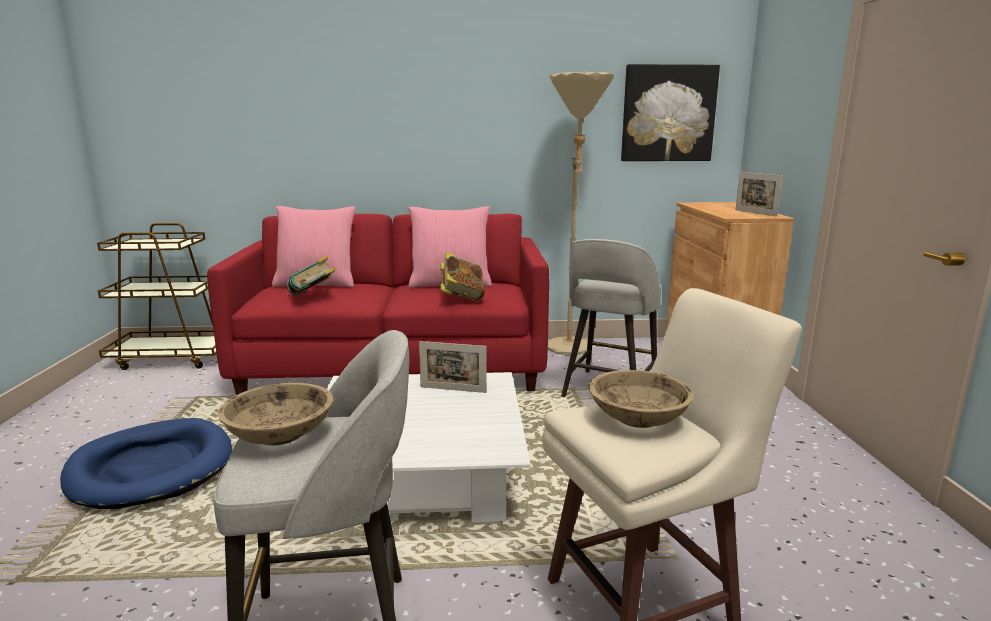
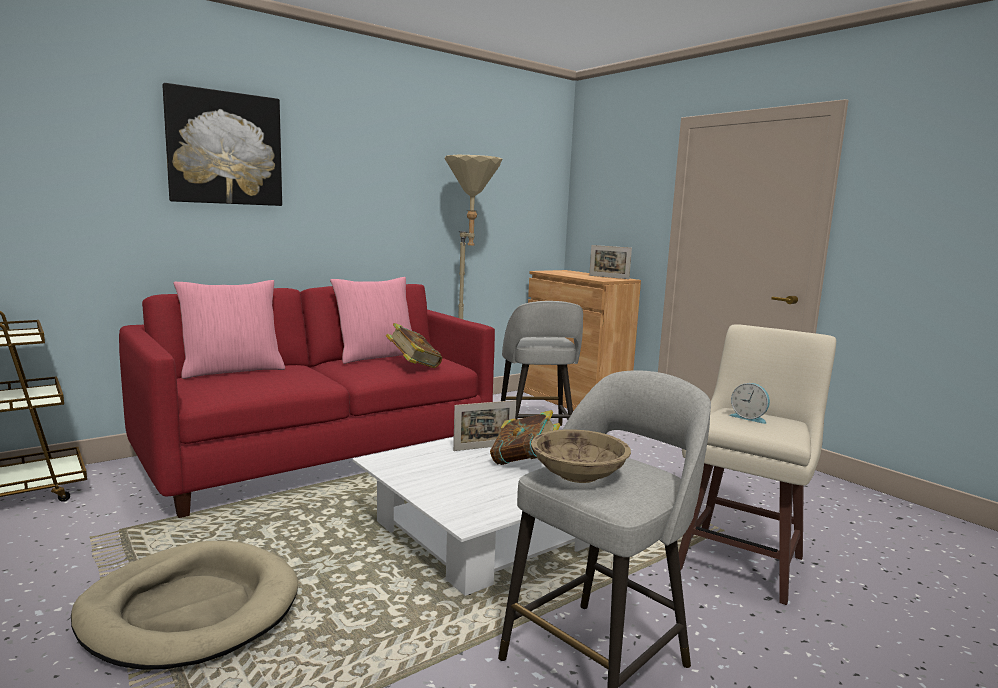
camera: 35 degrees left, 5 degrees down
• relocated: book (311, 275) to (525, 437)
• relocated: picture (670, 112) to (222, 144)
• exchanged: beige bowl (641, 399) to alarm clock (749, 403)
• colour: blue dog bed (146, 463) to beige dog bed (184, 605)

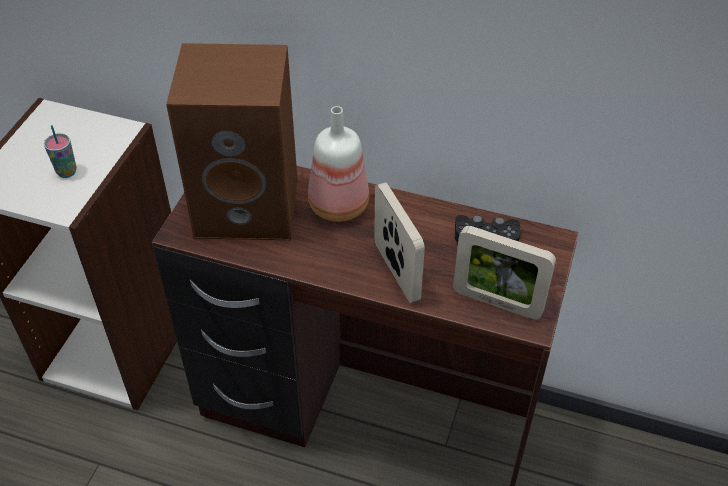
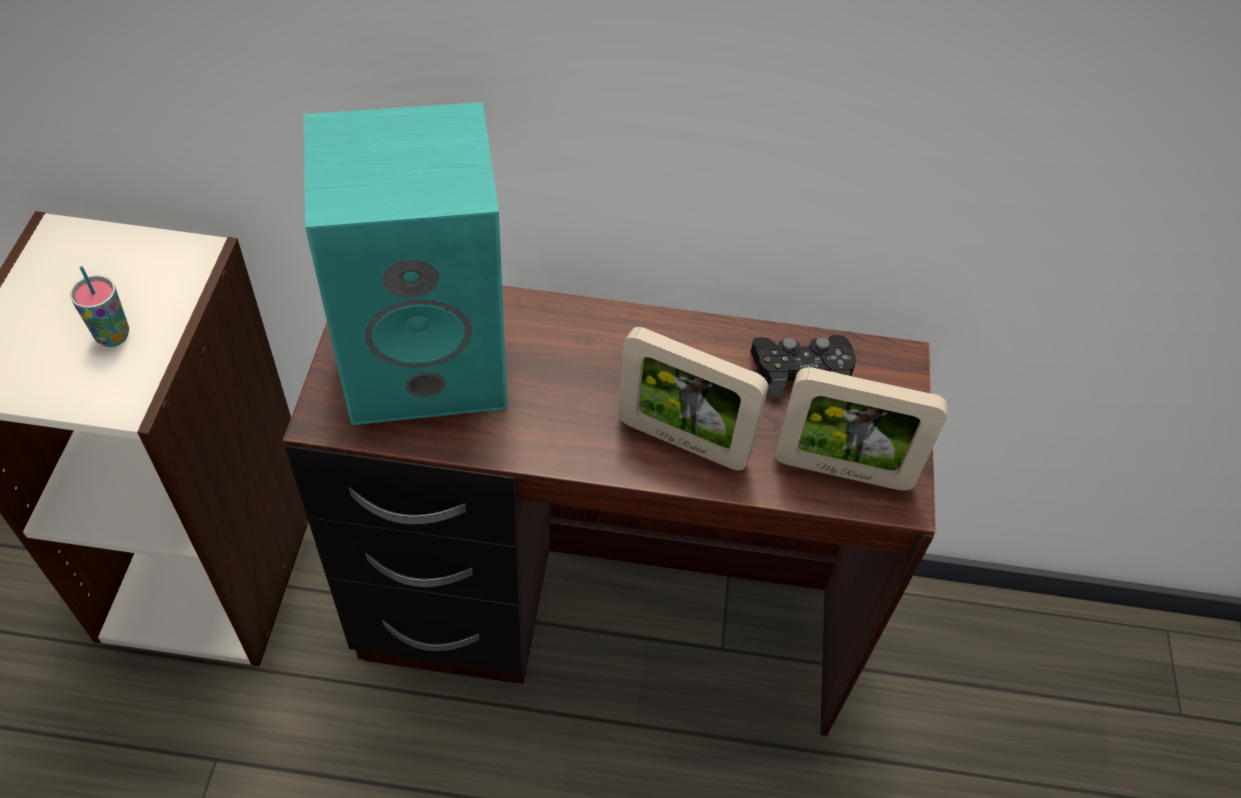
camera: 15 degrees left, 5 degrees up
• missing: bottle (338, 164)
• colour: brown speaker (232, 141) to turquoise speaker (406, 263)
• spun: picture frame (399, 242) = (693, 398) 150 degrees clockwise

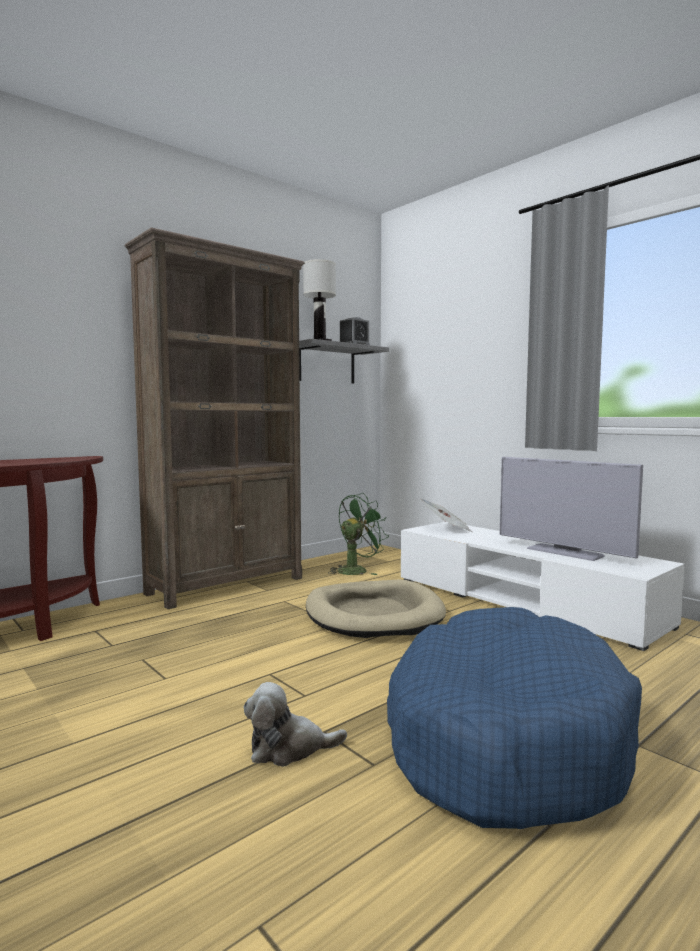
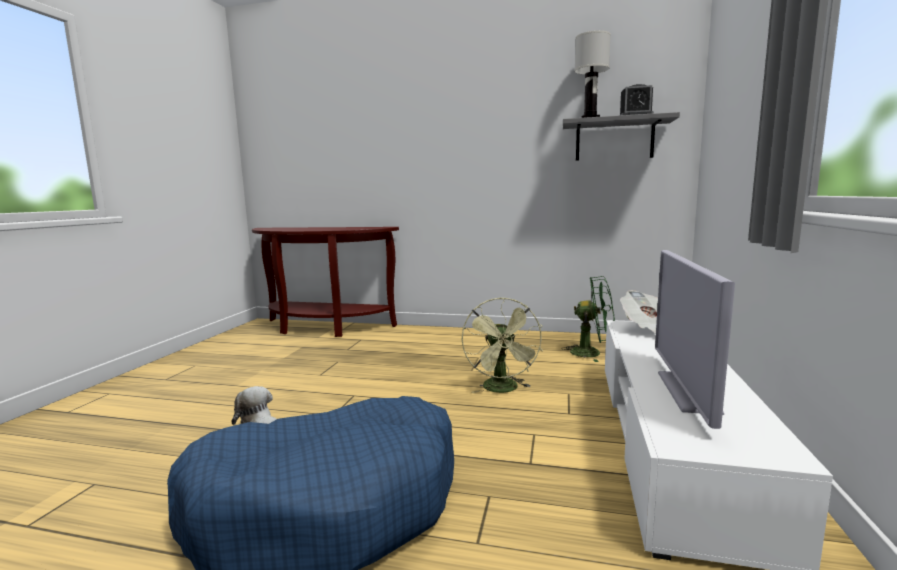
camera: 55 degrees right, 5 degrees up
• missing: brown bookcase (215, 418)
• exchanged: beige dog bed (376, 608) to green fan (502, 345)

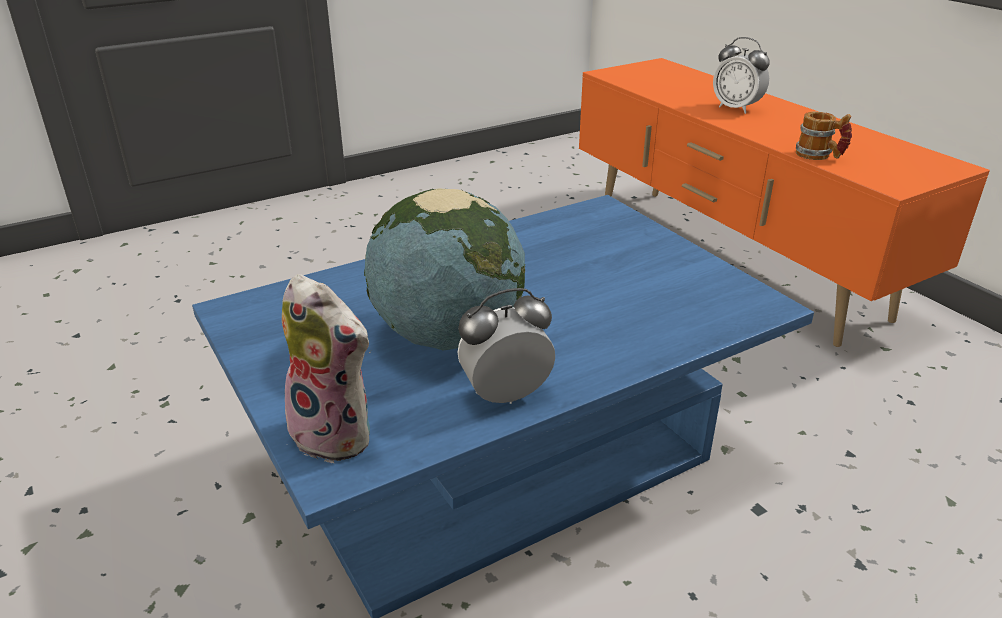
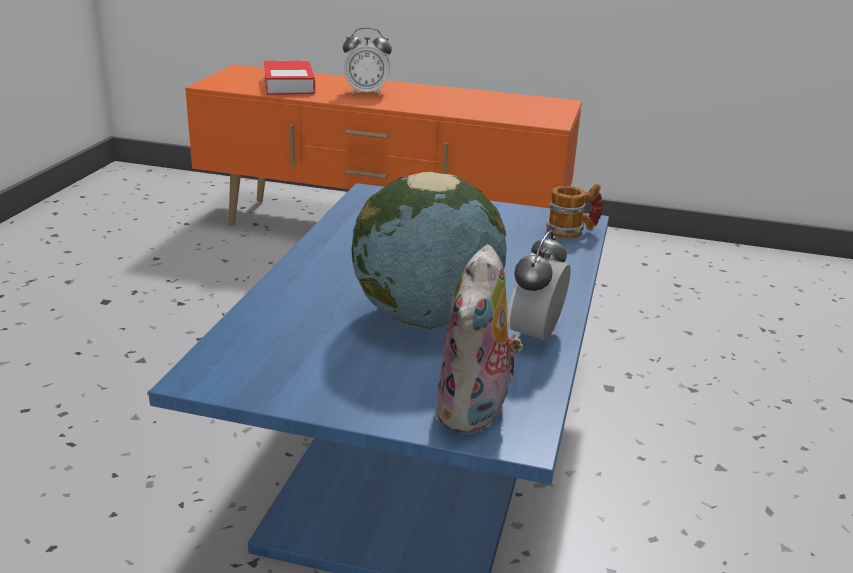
camera: 45 degrees left, 5 degrees down
• appeared: book (289, 78)
• relocated: mug (824, 136) to (574, 211)
• spun: plush toy (324, 368) = (479, 339) 120 degrees clockwise

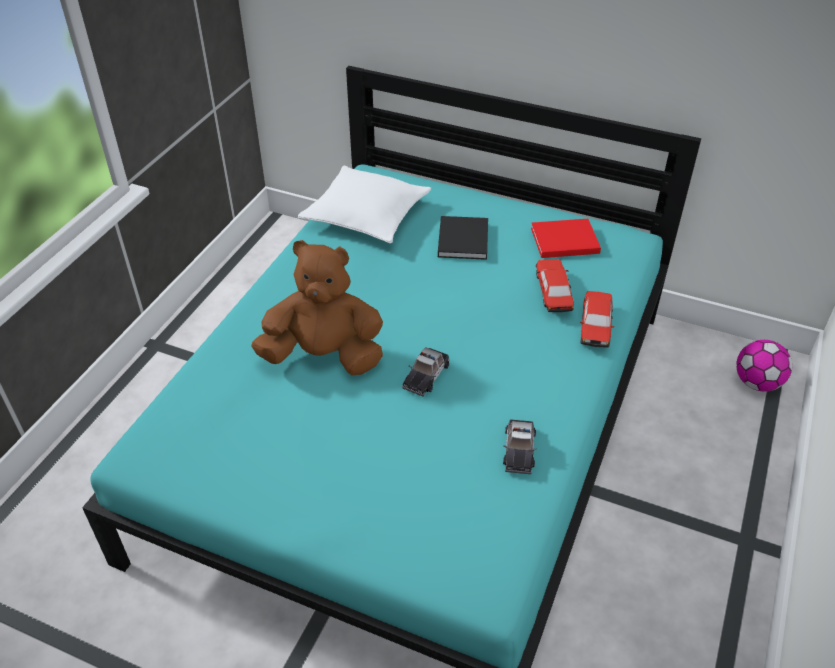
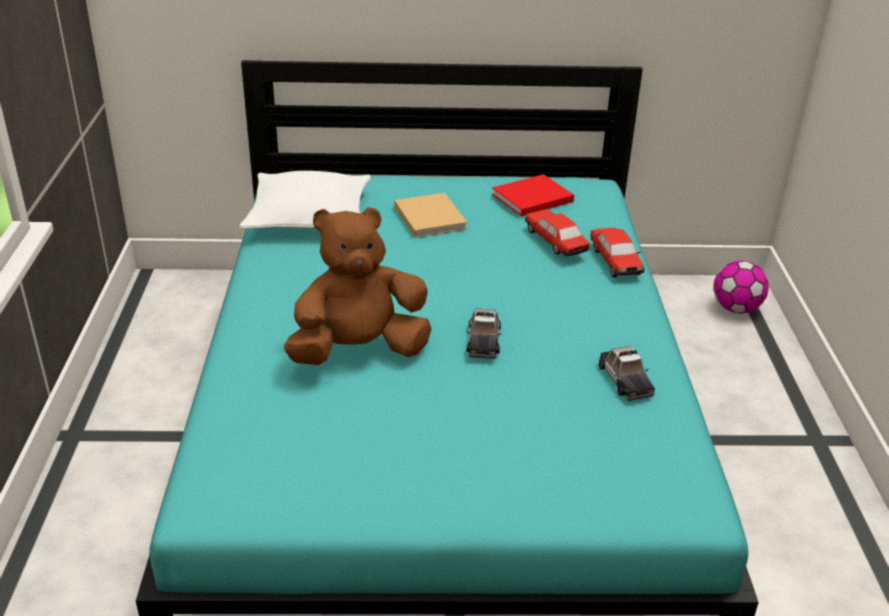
camera: 25 degrees left, 10 degrees down
• colour: black book (463, 238) to beige book (430, 215)

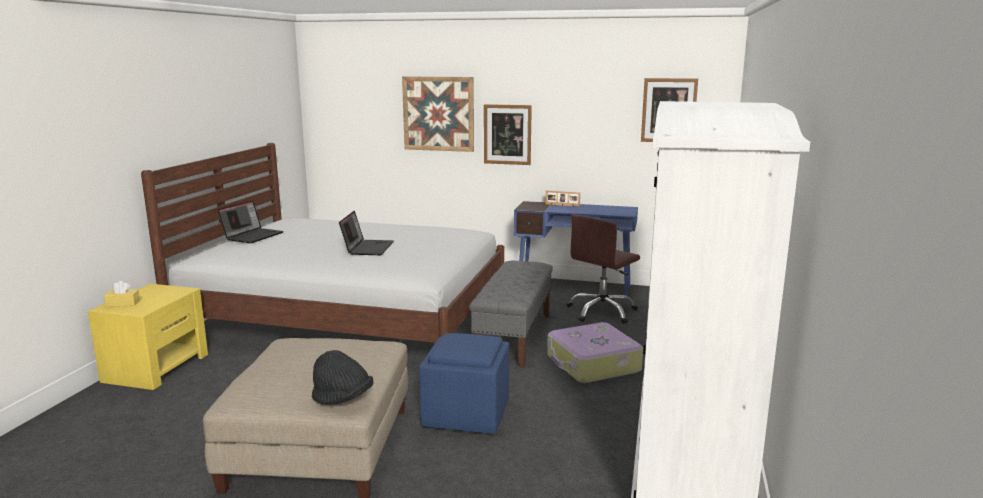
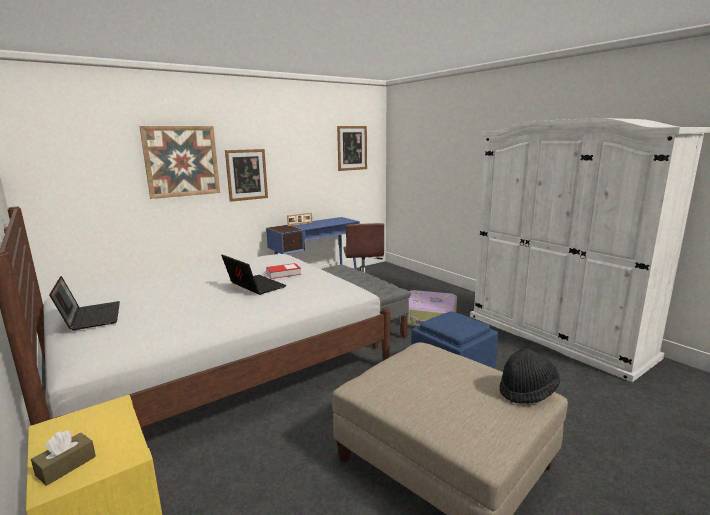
camera: 50 degrees left, 0 degrees up
• appeared: book (283, 271)
• colour: yellow tissue box (122, 294) to brown tissue box (63, 458)

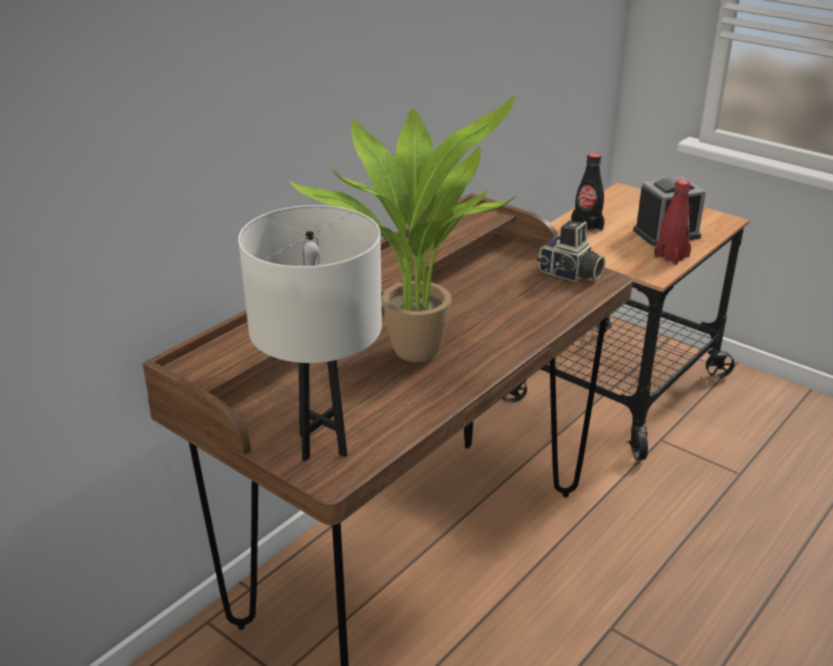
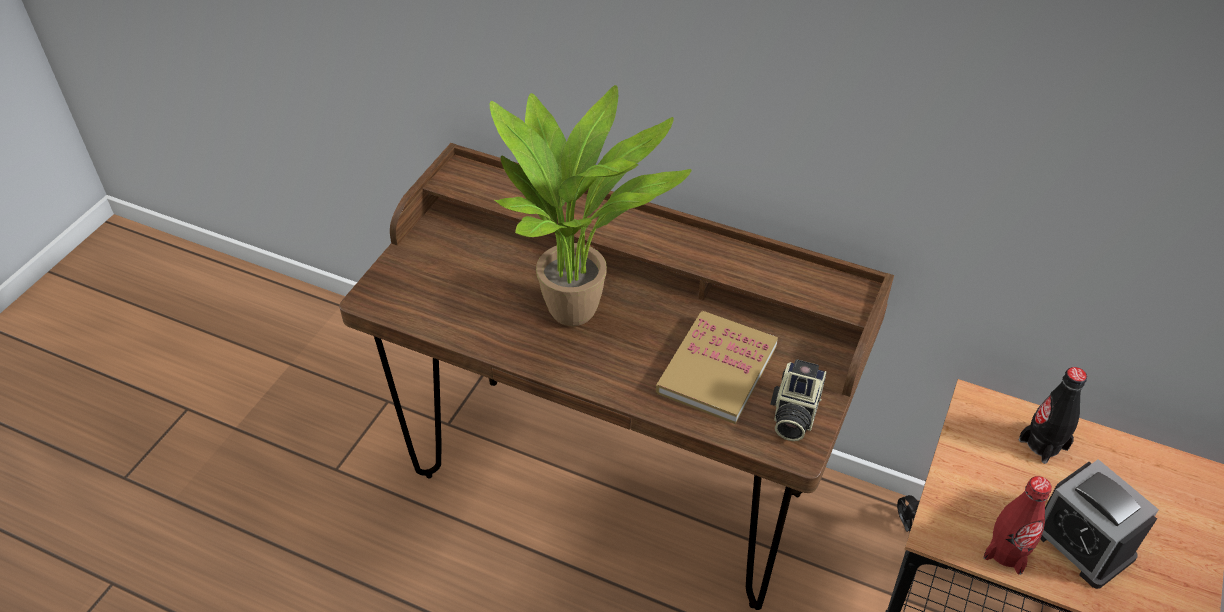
camera: 75 degrees right, 15 degrees up
• missing: white table lamp (310, 333)
• appeared: book (717, 367)

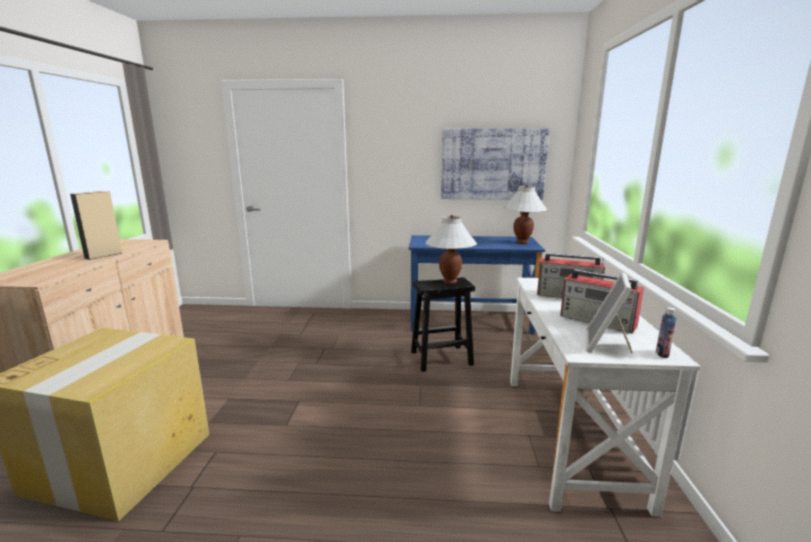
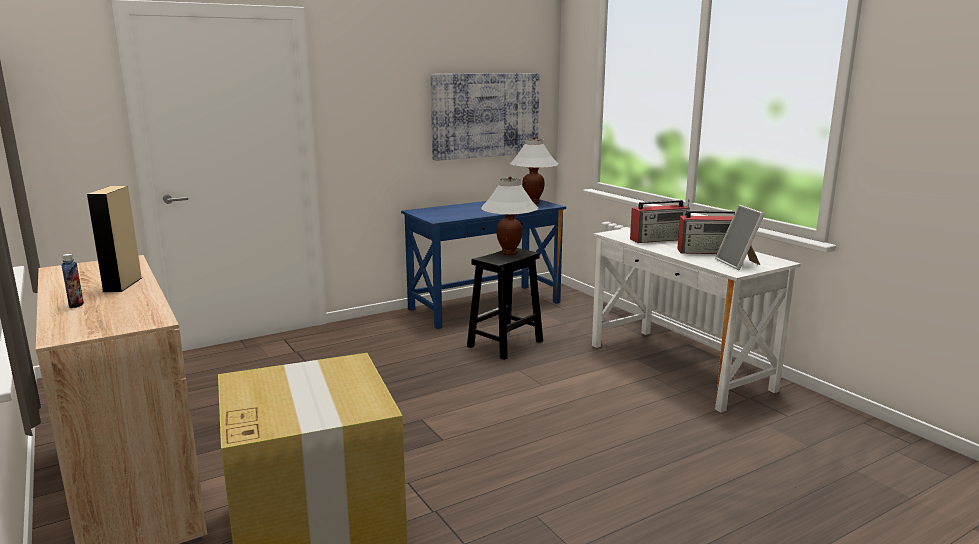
camera: 35 degrees left, 0 degrees up
• relocated: bottle (666, 332) to (72, 281)

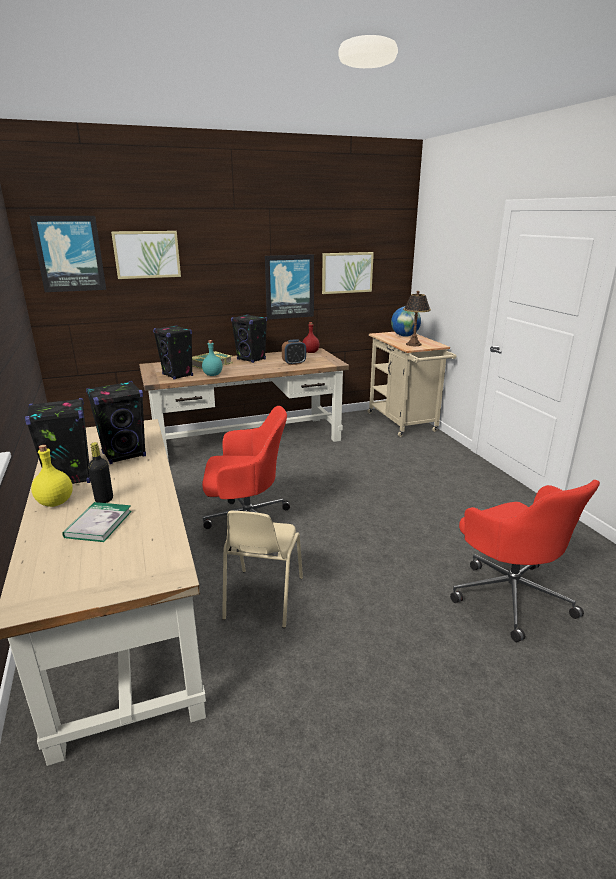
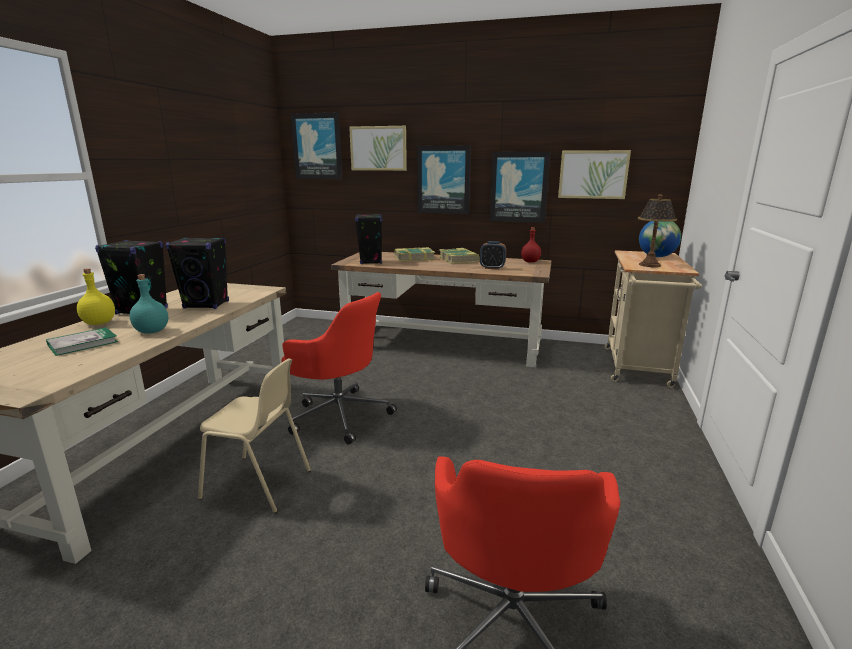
camera: 35 degrees right, 5 degrees down
• missing: black bottle (100, 472)
• appeared: picture (444, 179)
• relocated: turquoise bottle (212, 358) to (148, 304)
• exchanged: black speaker (249, 338) to book (459, 256)
• spun: beige chair (262, 569) = (254, 435) 120 degrees counterclockwise

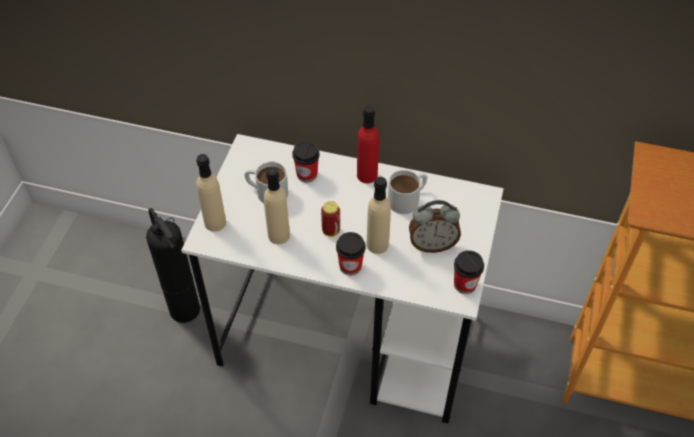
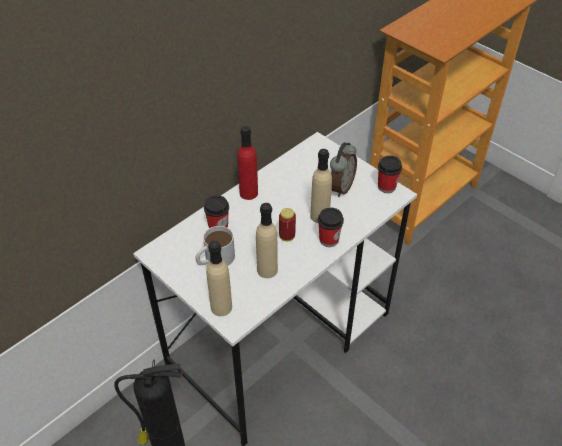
camera: 60 degrees left, 5 degrees down
• missing: white mug (407, 192)

